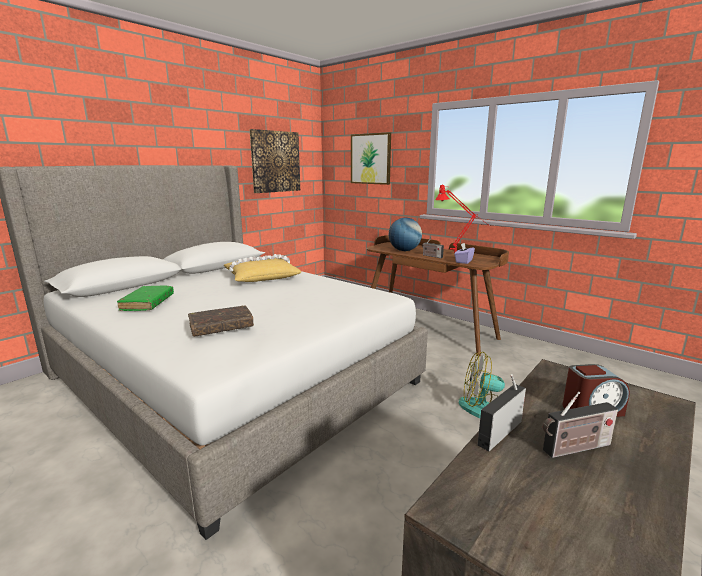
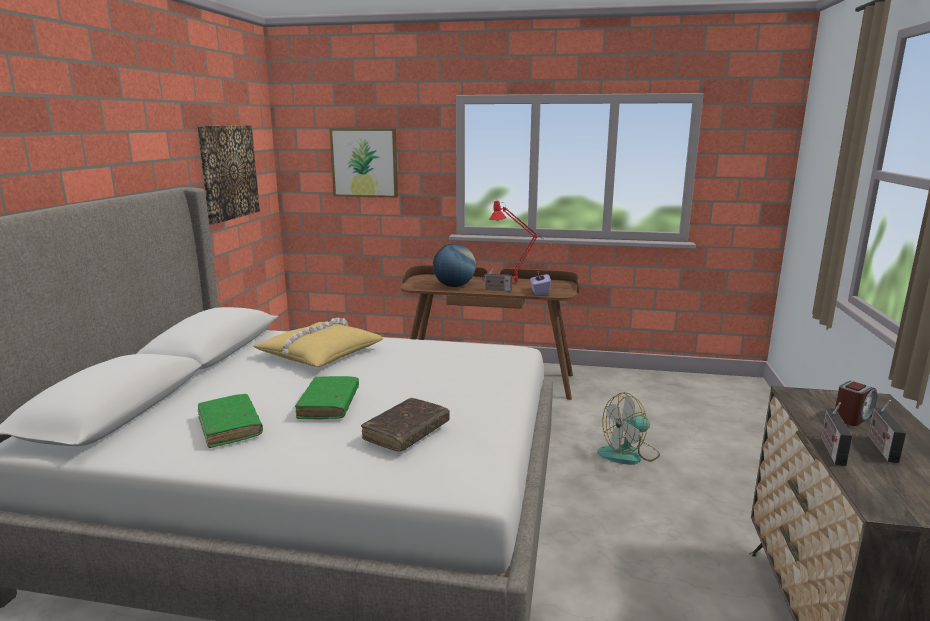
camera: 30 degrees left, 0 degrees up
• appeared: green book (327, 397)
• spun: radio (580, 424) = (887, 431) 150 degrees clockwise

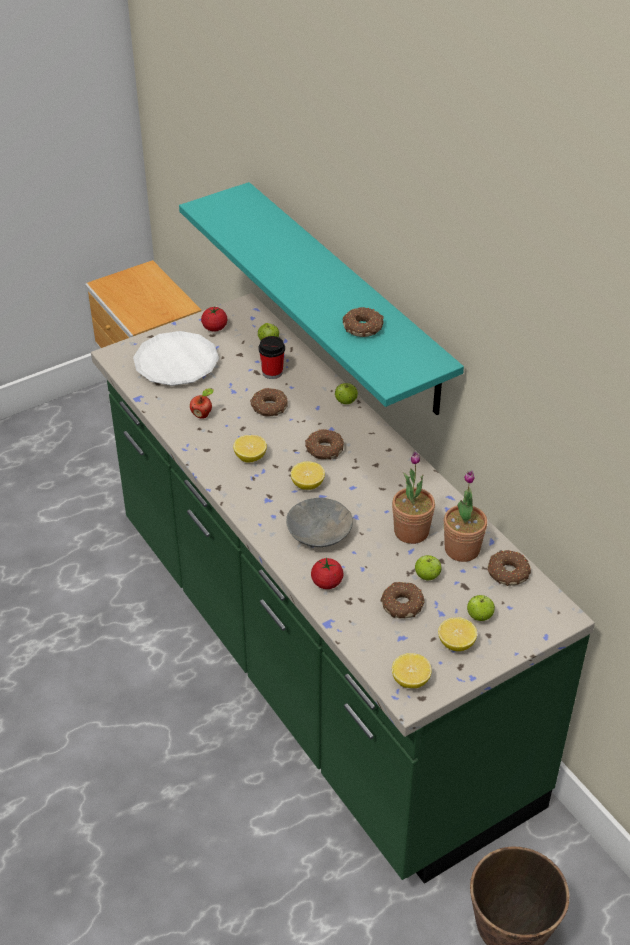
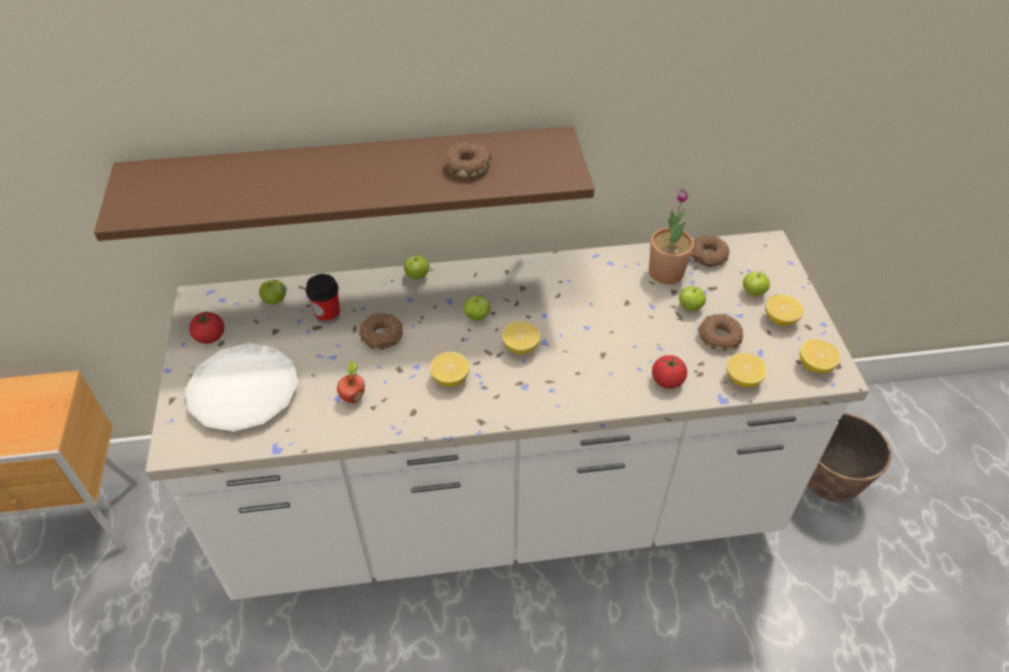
camera: 65 degrees left, 5 degrees up
• missing: grey bowl (319, 523)
• missing: potted plant (413, 497)
• appeared: lemon (746, 370)
• exchanged: donut (324, 444) to apple (477, 308)
• colour: green counter (343, 588) to white counter (507, 415)
• colour: turquoise shelf (321, 298) to brown shelf (344, 183)

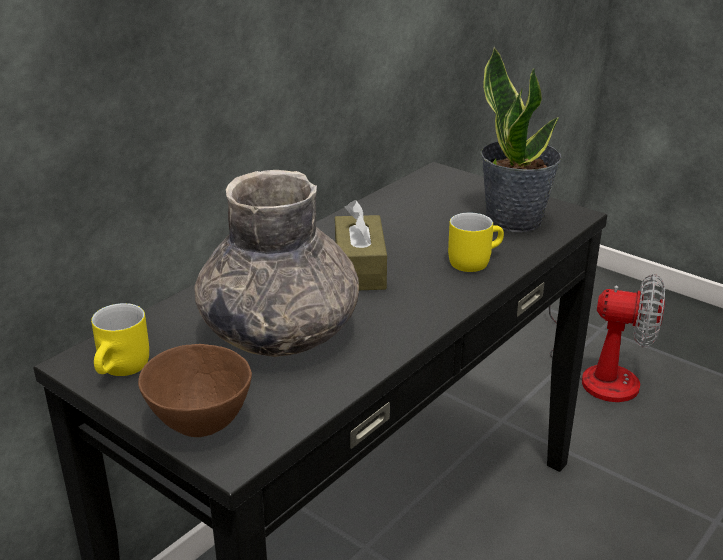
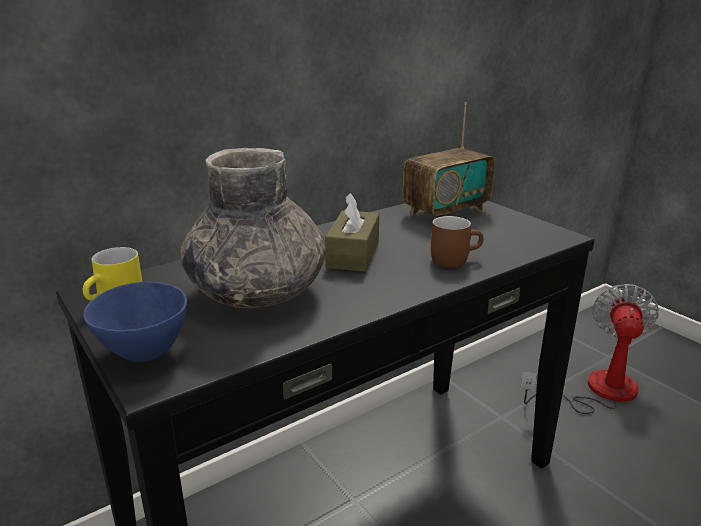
camera: 15 degrees right, 5 degrees down
• missing: potted plant (520, 139)
• appeared: radio (448, 161)
• colour: brown bowl (195, 390) to blue bowl (135, 322)
• colour: yellow mug (476, 242) to brown mug (457, 242)
• spun: fan (607, 338) = (589, 349) 105 degrees counterclockwise

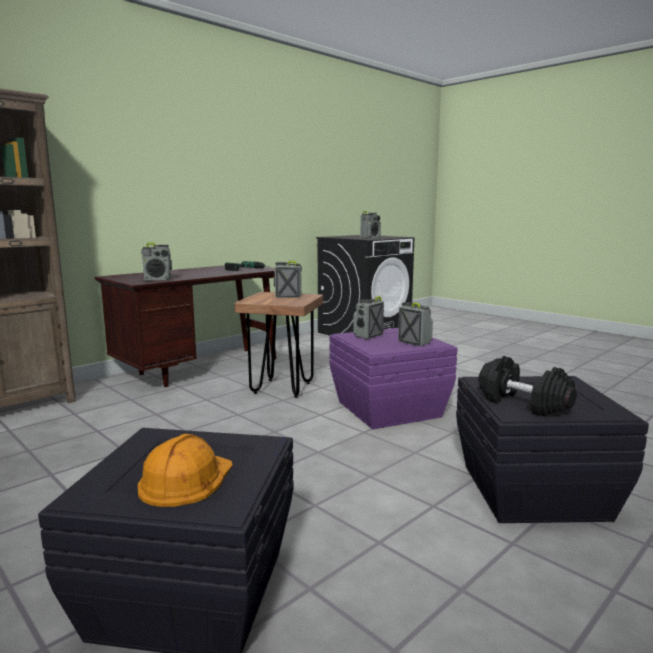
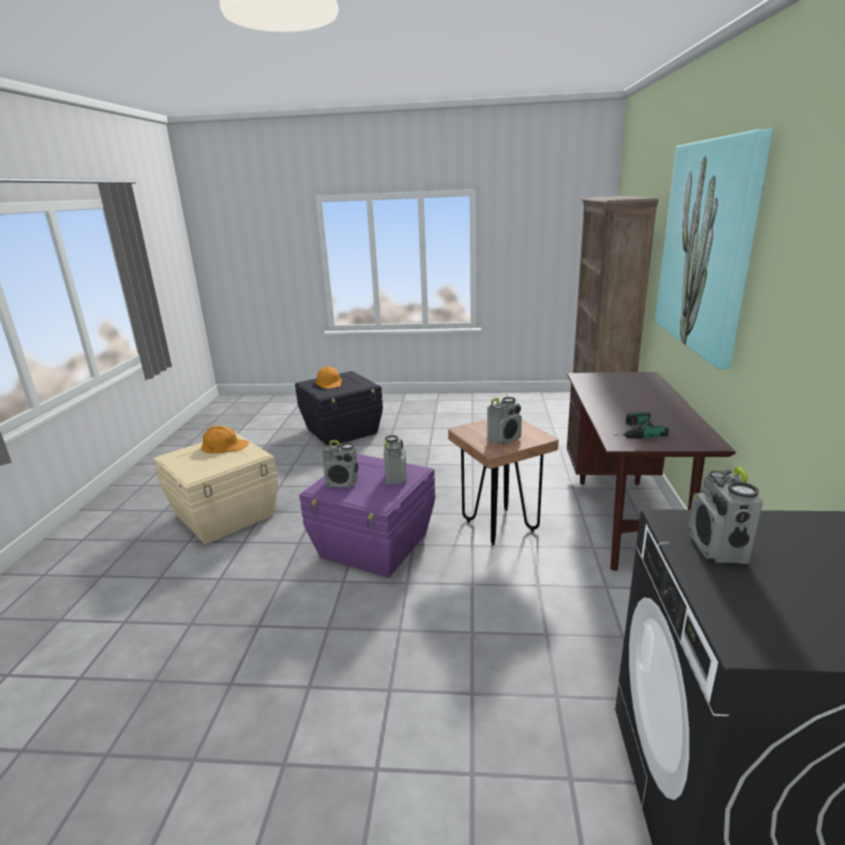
camera: 140 degrees right, 10 degrees up
• missing: radio (156, 261)
• appeared: picture (714, 249)
• exchanged: black dumbbell (528, 386) to orange hard hat (225, 439)
• colour: black storage box (552, 449) to beige storage box (215, 488)

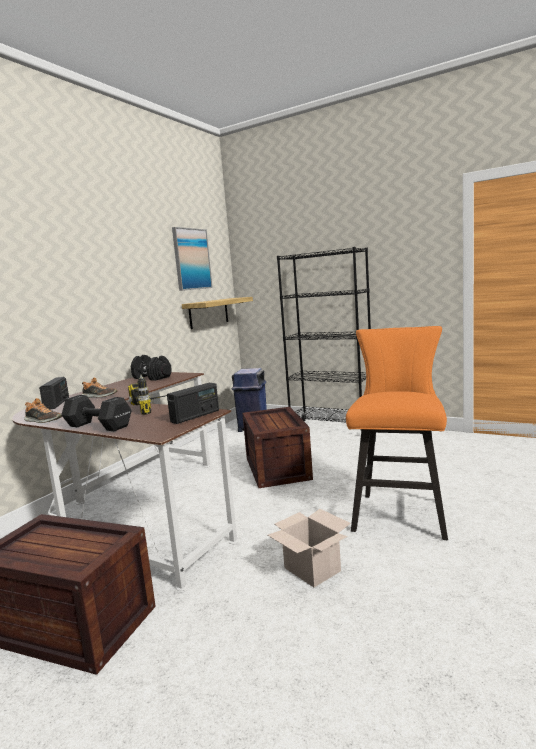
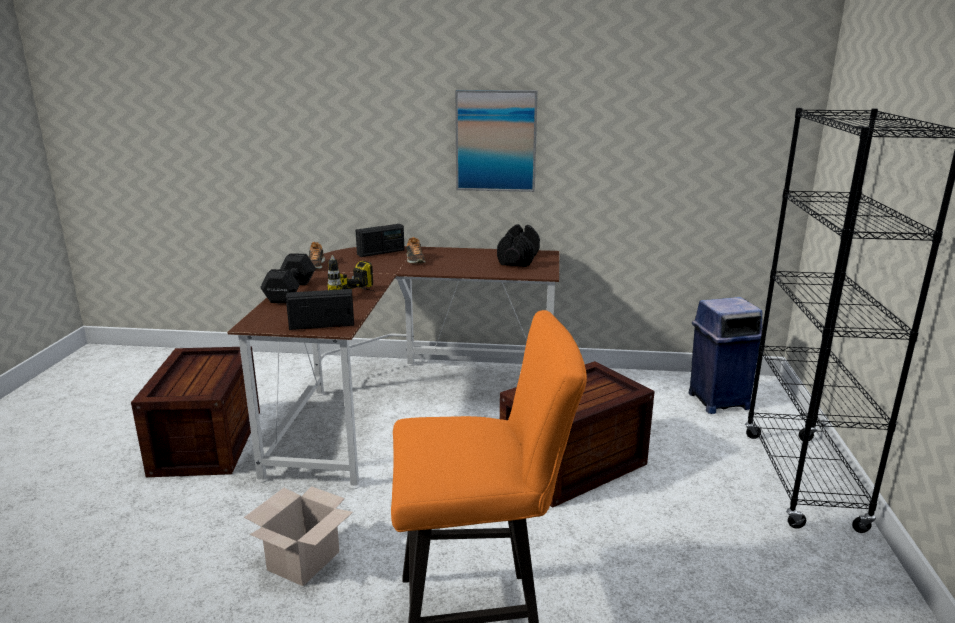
camera: 65 degrees right, 10 degrees up
• missing: shelf (217, 313)
• relocated: picture (192, 259) to (496, 141)
• spun: radio (193, 403) = (320, 309) 150 degrees clockwise

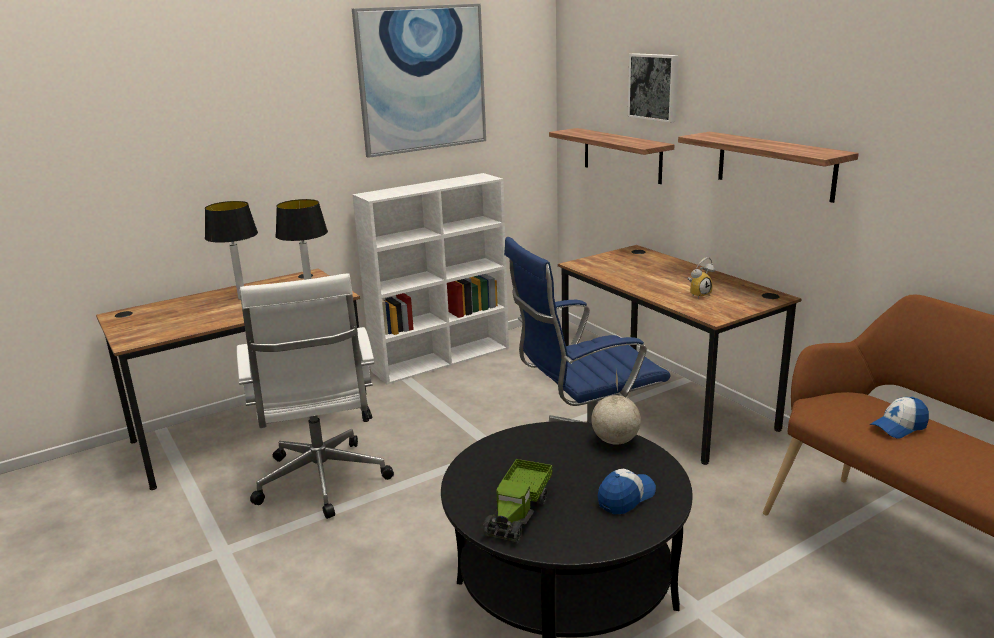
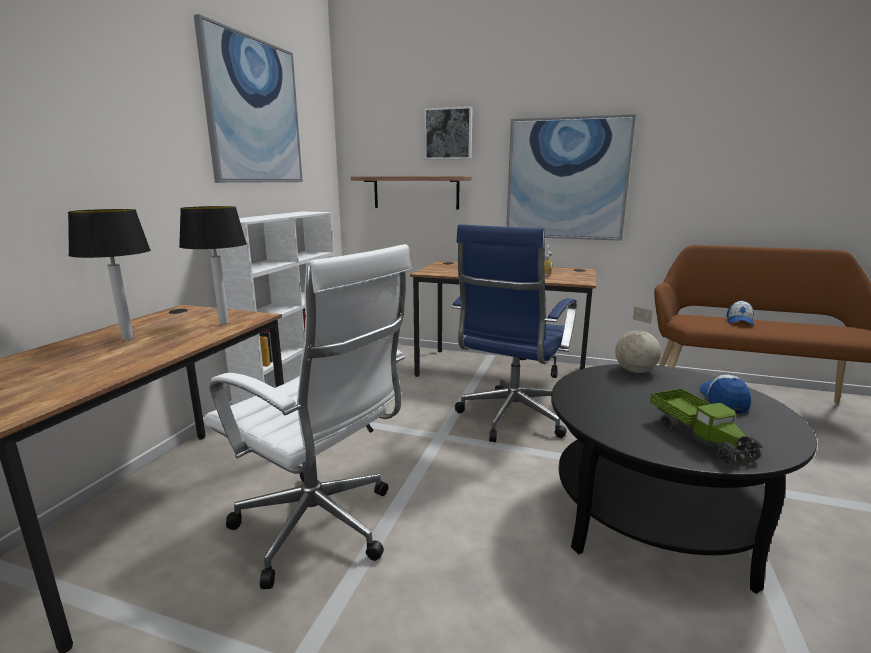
camera: 40 degrees left, 5 degrees down
• exchanged: shelf (768, 167) to picture (571, 177)

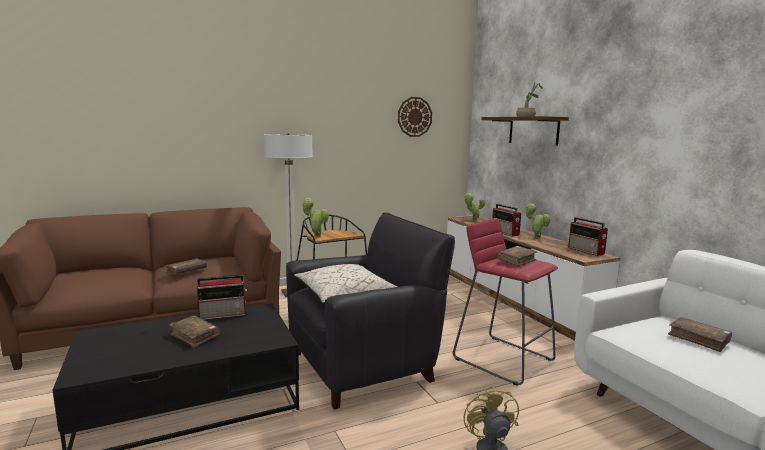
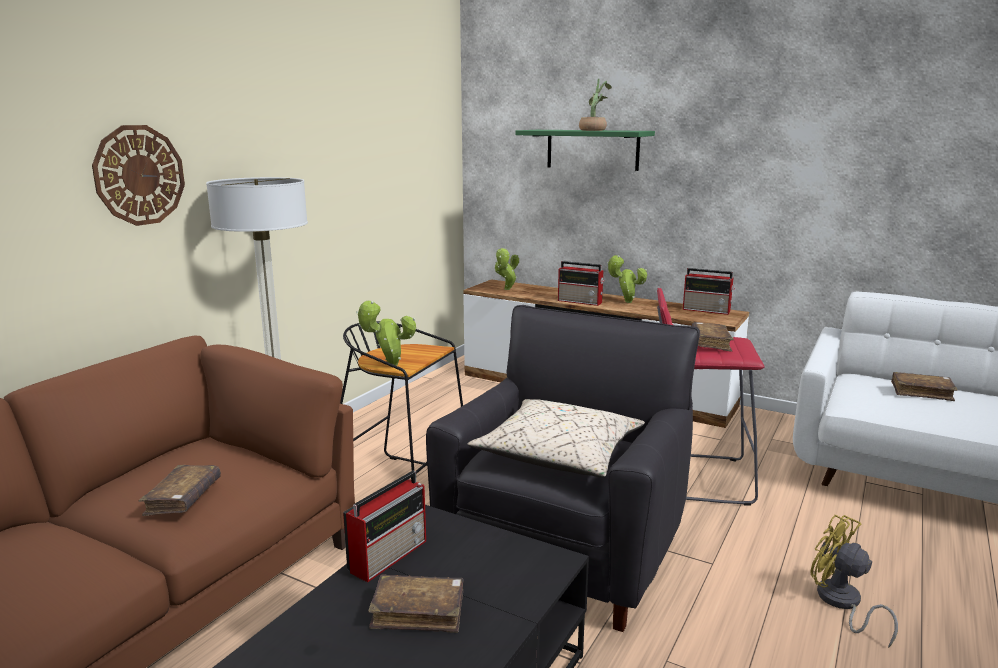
camera: 35 degrees left, 5 degrees up
• relocated: wall clock (415, 117) to (138, 175)
• colour: brown shelf (525, 131) to green shelf (585, 150)

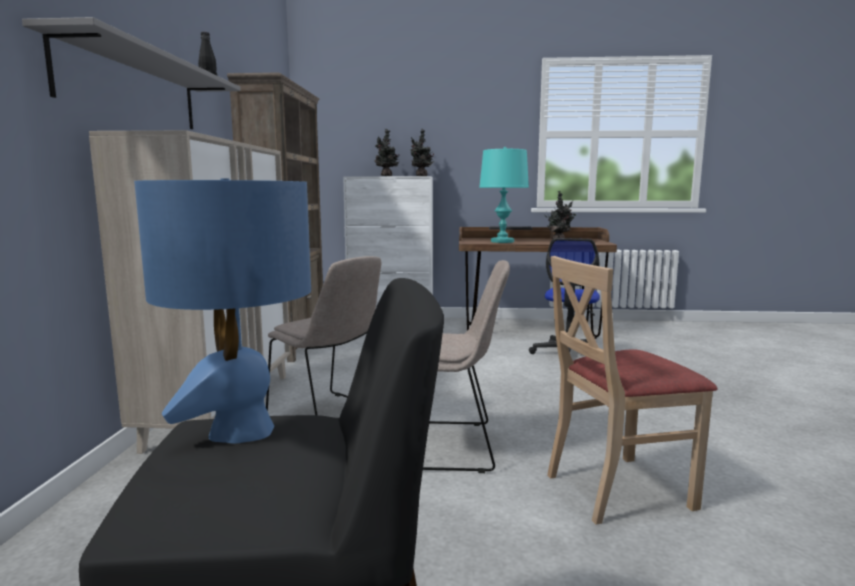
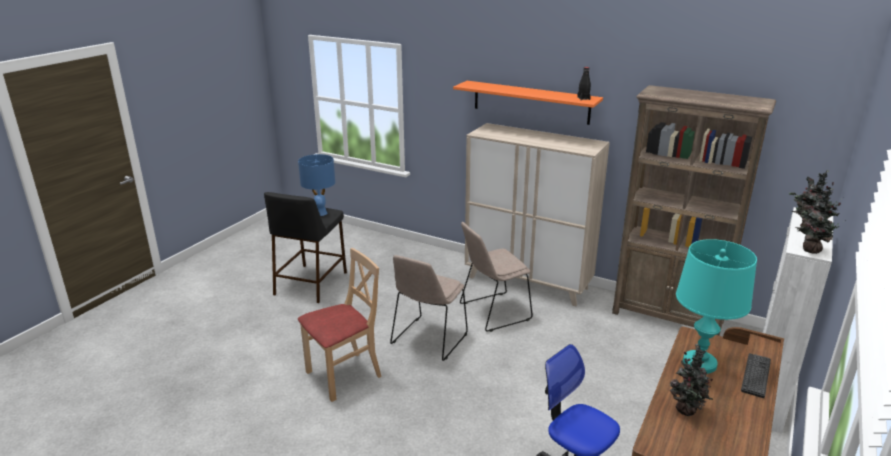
camera: 115 degrees right, 15 degrees up
• colour: grey shelf (131, 73) to orange shelf (528, 103)
• spun: beige chair (632, 390) = (339, 325) 45 degrees clockwise

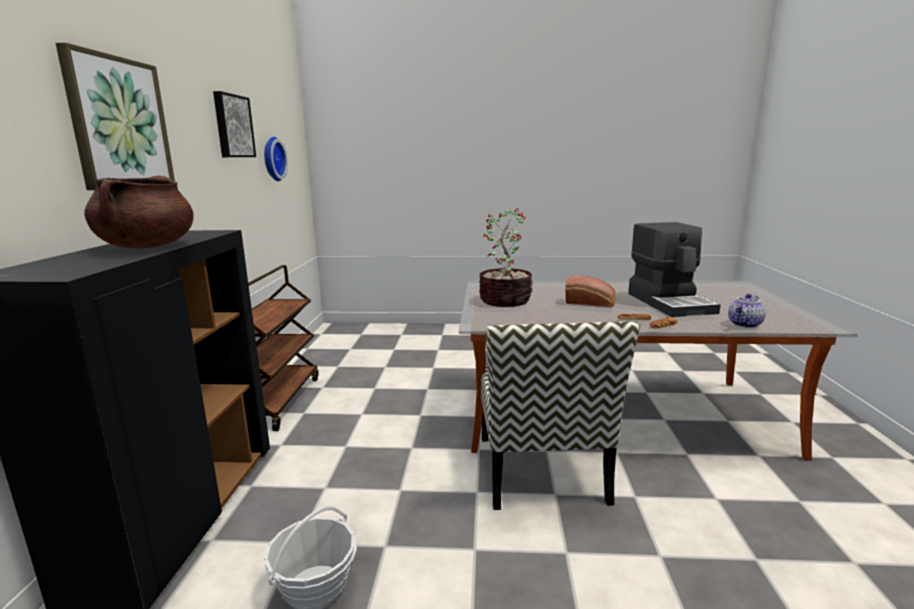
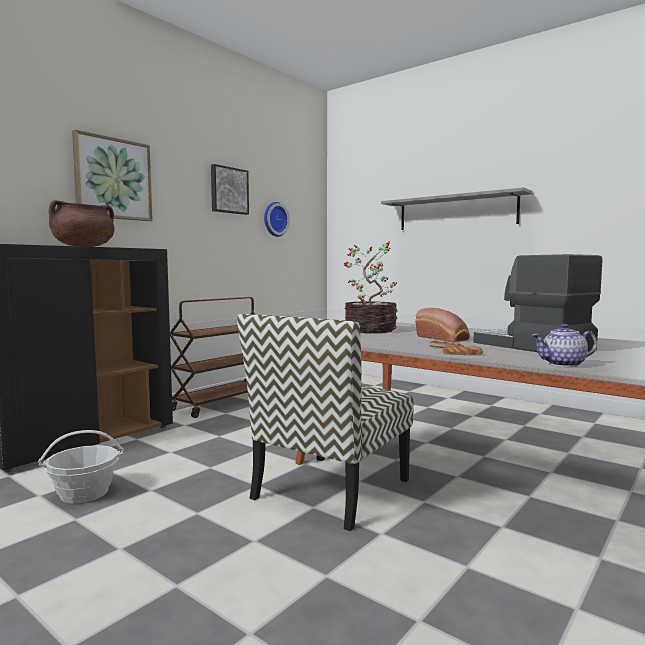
camera: 35 degrees right, 10 degrees down
• appeared: grey shelf (457, 208)
• spun: coffee machine (674, 269) = (537, 303) 120 degrees clockwise

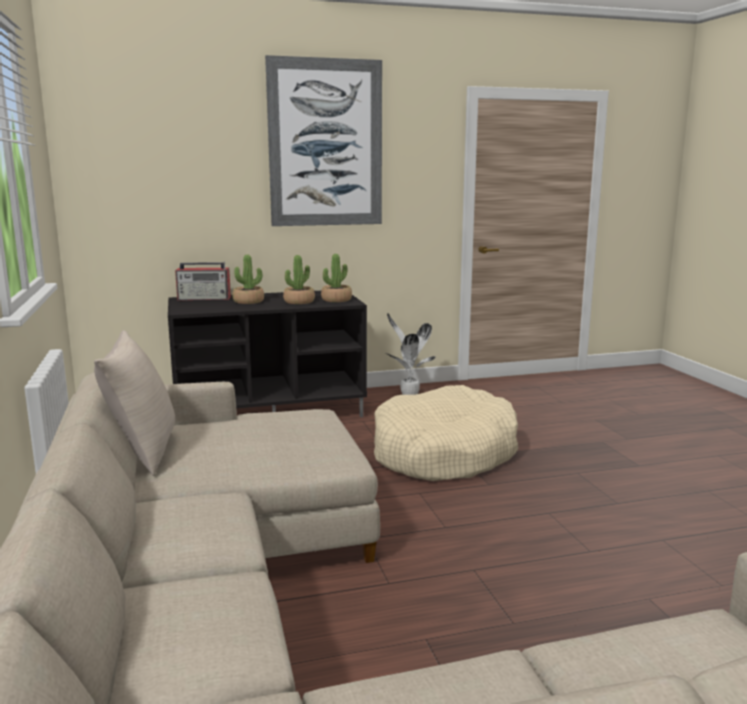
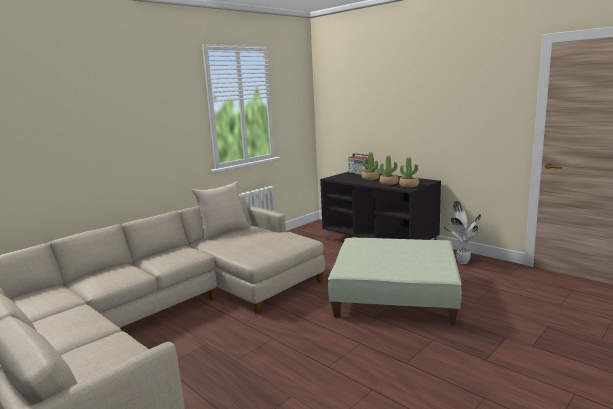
camera: 60 degrees right, 0 degrees up
• missing: picture (323, 140)
• exchanged: beige dog bed (446, 433) to green ottoman (395, 281)

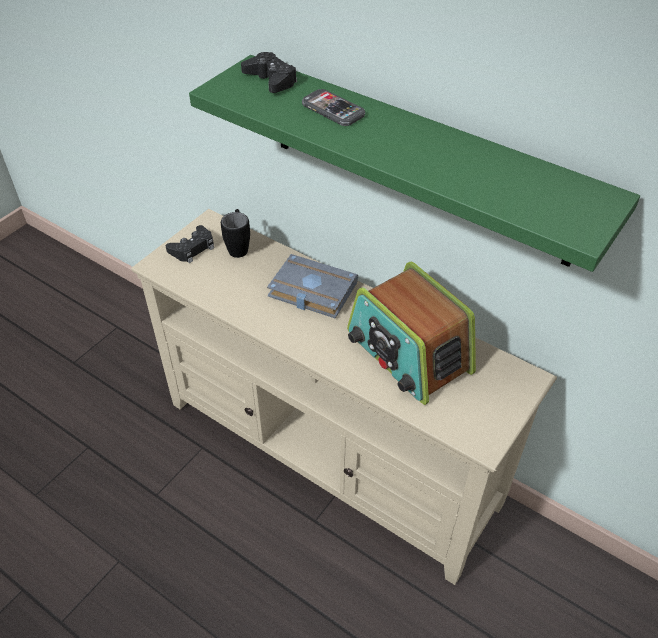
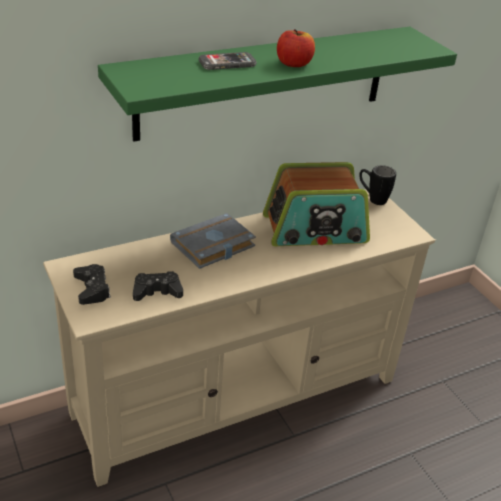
camera: 65 degrees left, 10 degrees down
• appeared: apple (296, 48)
• relocated: black mug (235, 233) to (377, 185)
• relocated: black game controller (269, 72) to (158, 286)

